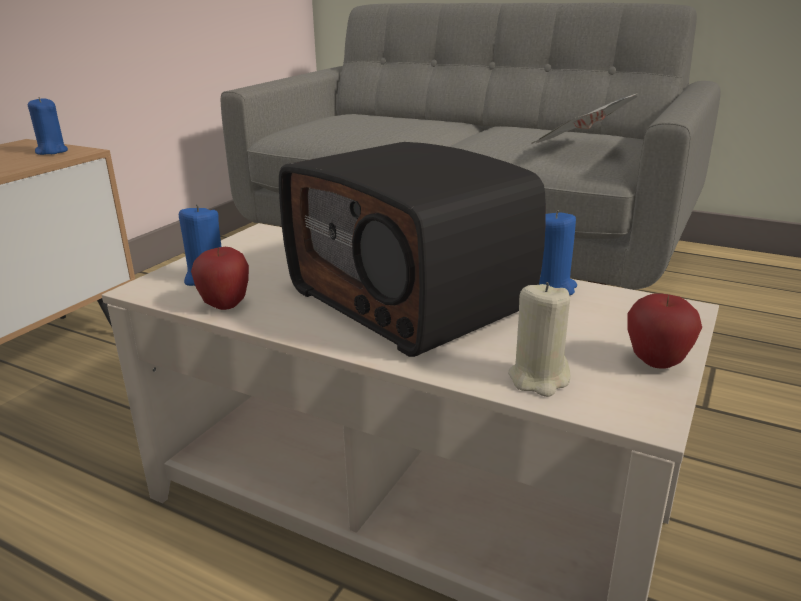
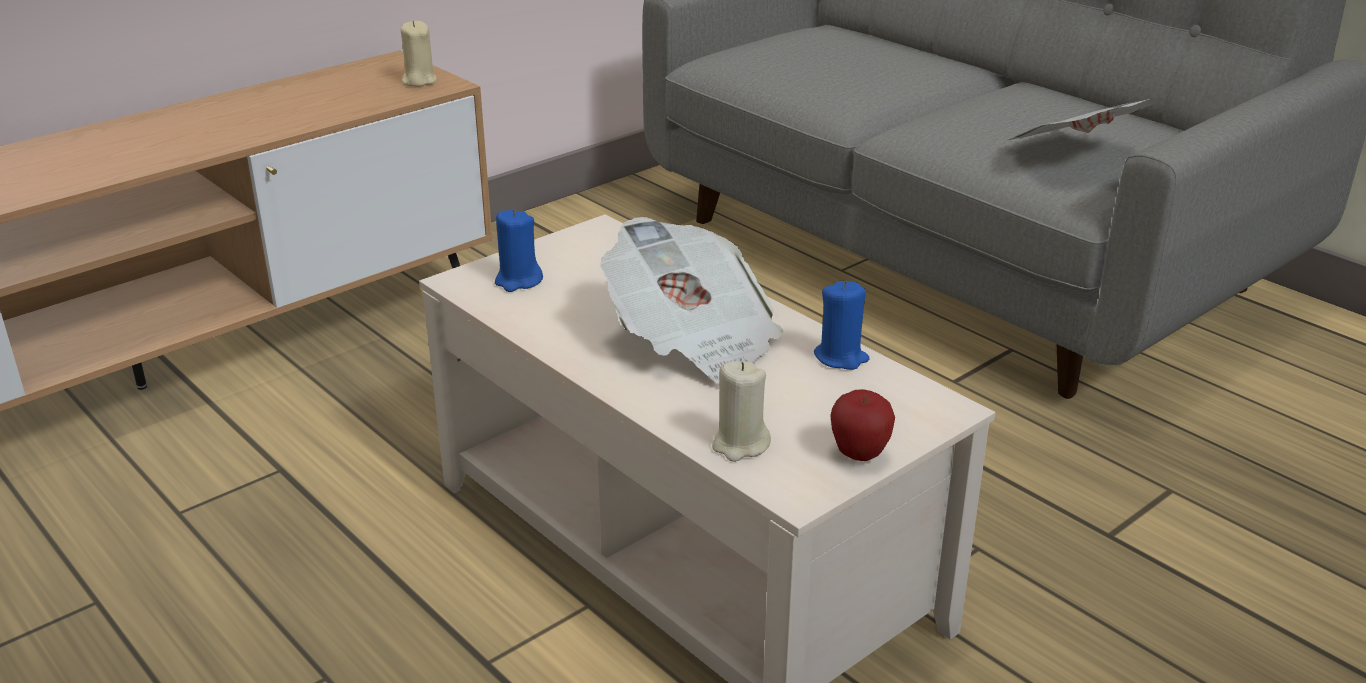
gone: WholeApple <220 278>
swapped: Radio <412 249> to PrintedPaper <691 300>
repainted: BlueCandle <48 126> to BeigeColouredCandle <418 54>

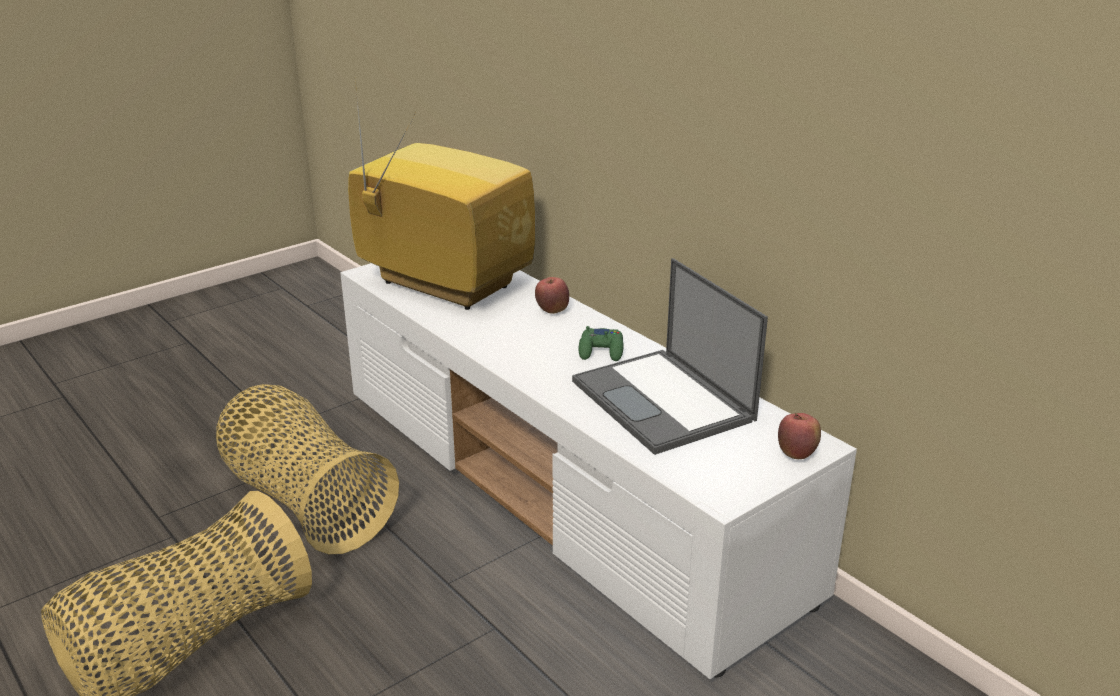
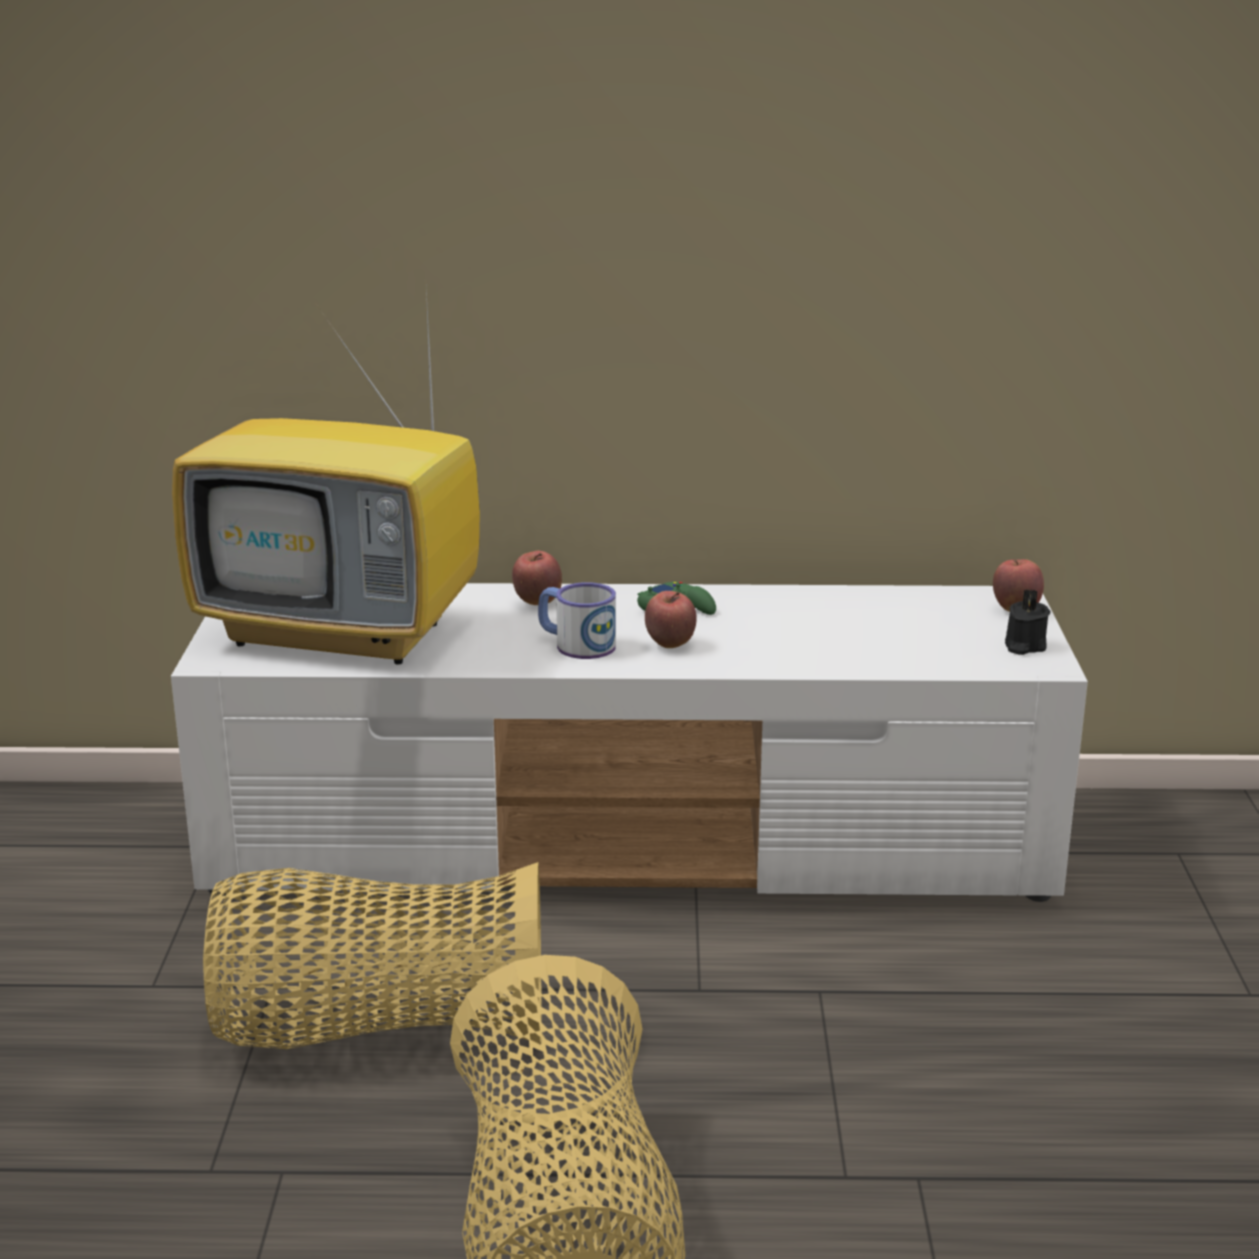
gone: Laptop <670 356>
new: CoffeeMug <577 620>; WholeApple <671 619>; BlackColouredCandle <1028 622>
rotated: Tv <441 195> = <326 477> 150 degrees counterclockwise

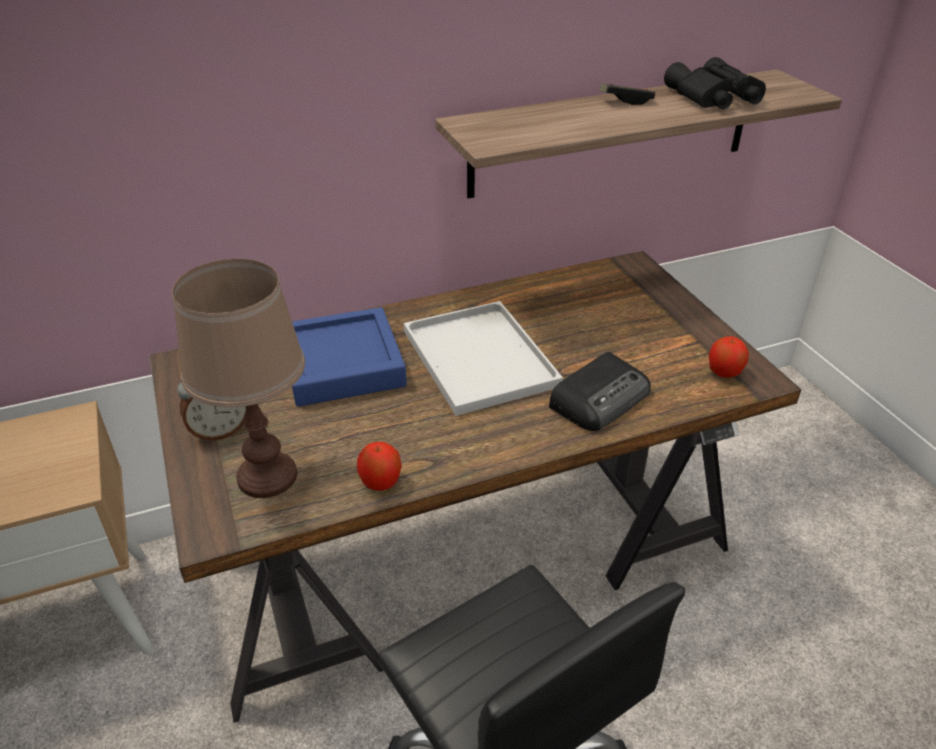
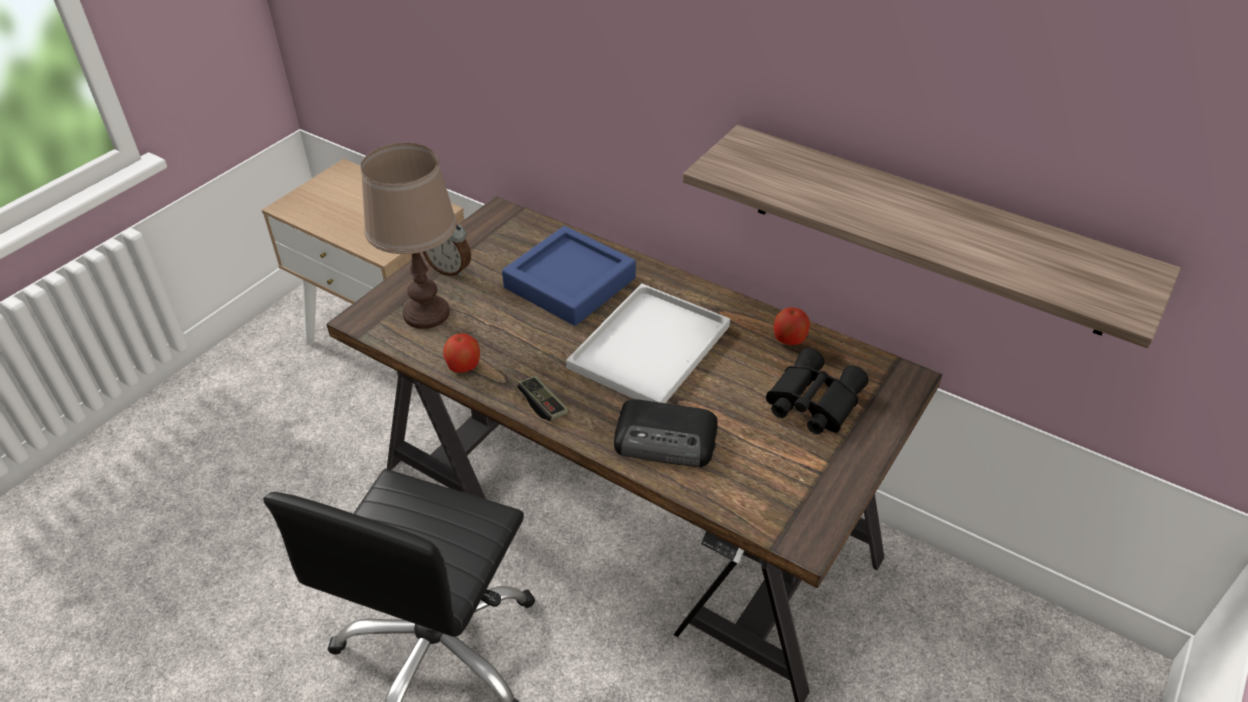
shifted: GameController <627 94> to <542 398>; BlackColouredPairOfBinoculars <715 83> to <817 391>; WholeApple <729 357> to <792 326>

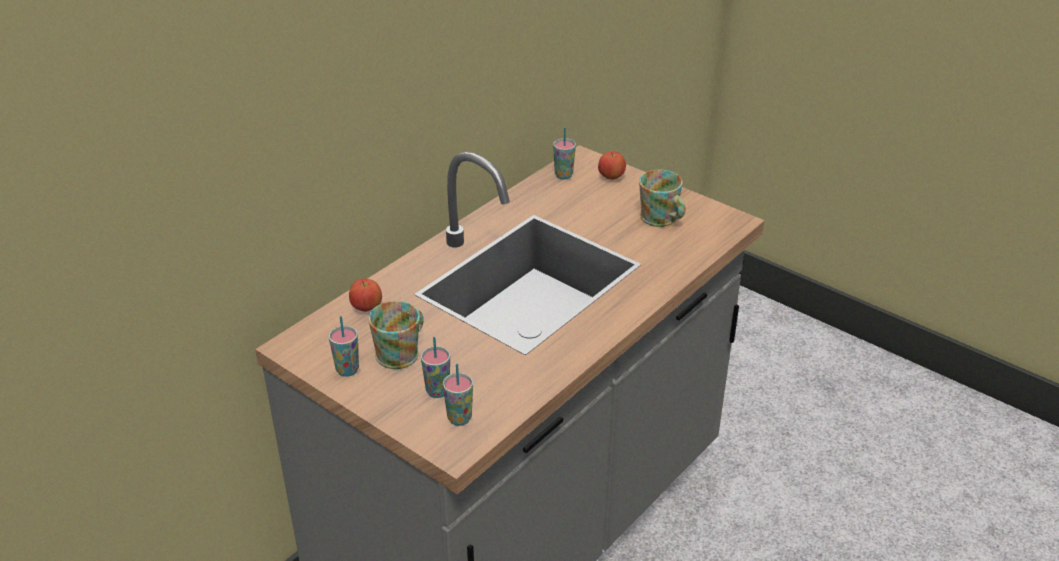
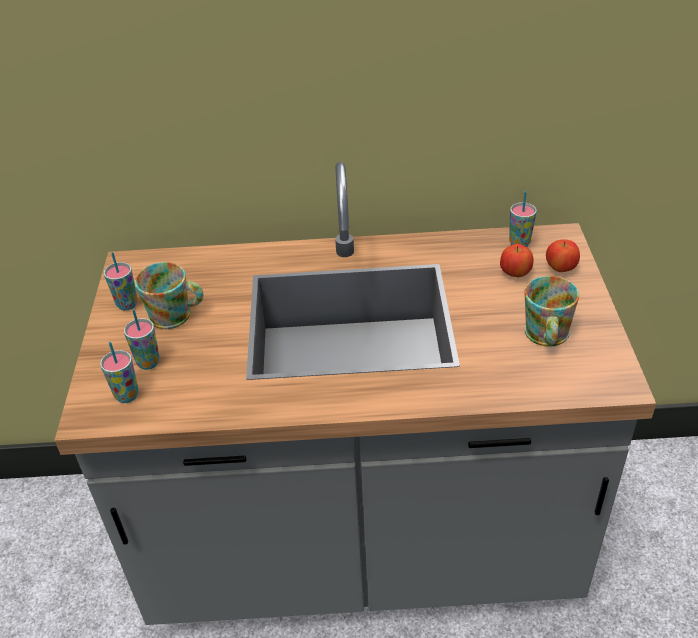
shifted: WholeApple <365 295> to <516 260>

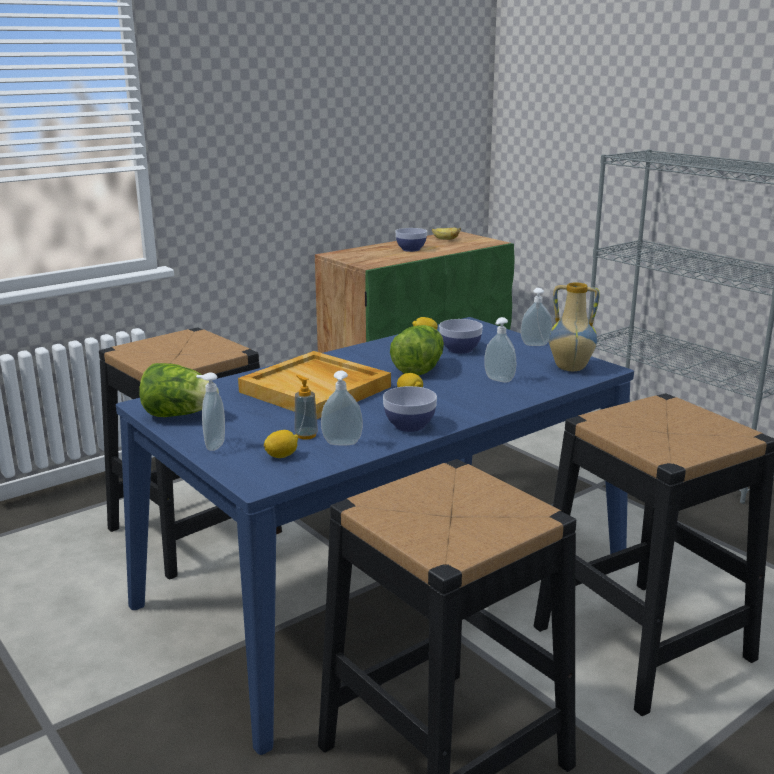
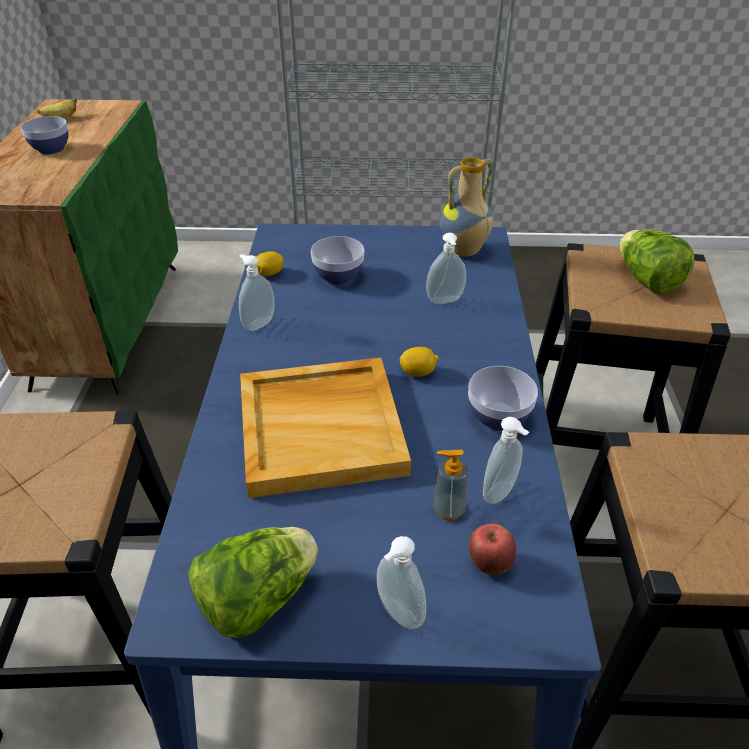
shifted: Lettuce <417 350> to <656 261>; SoapBottle <536 317> to <257 292>
swapped: CitrusFruit <281 444> to WholeApple <492 549>

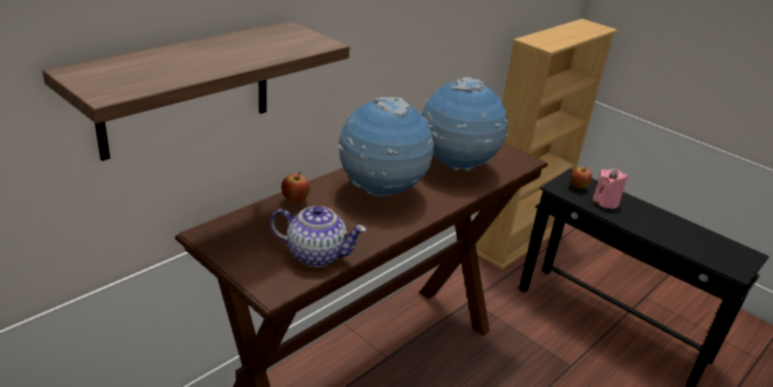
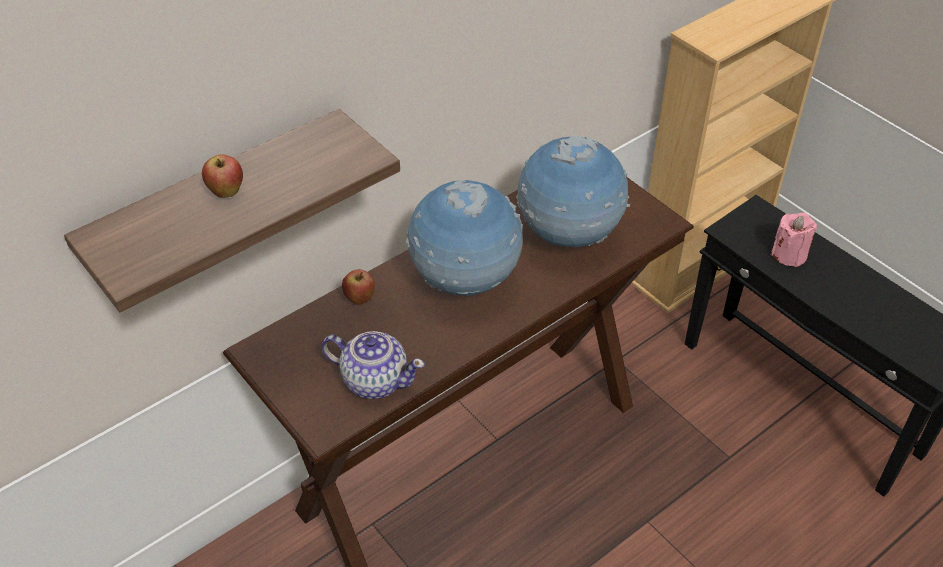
shifted: WholeApple <581 178> to <222 176>

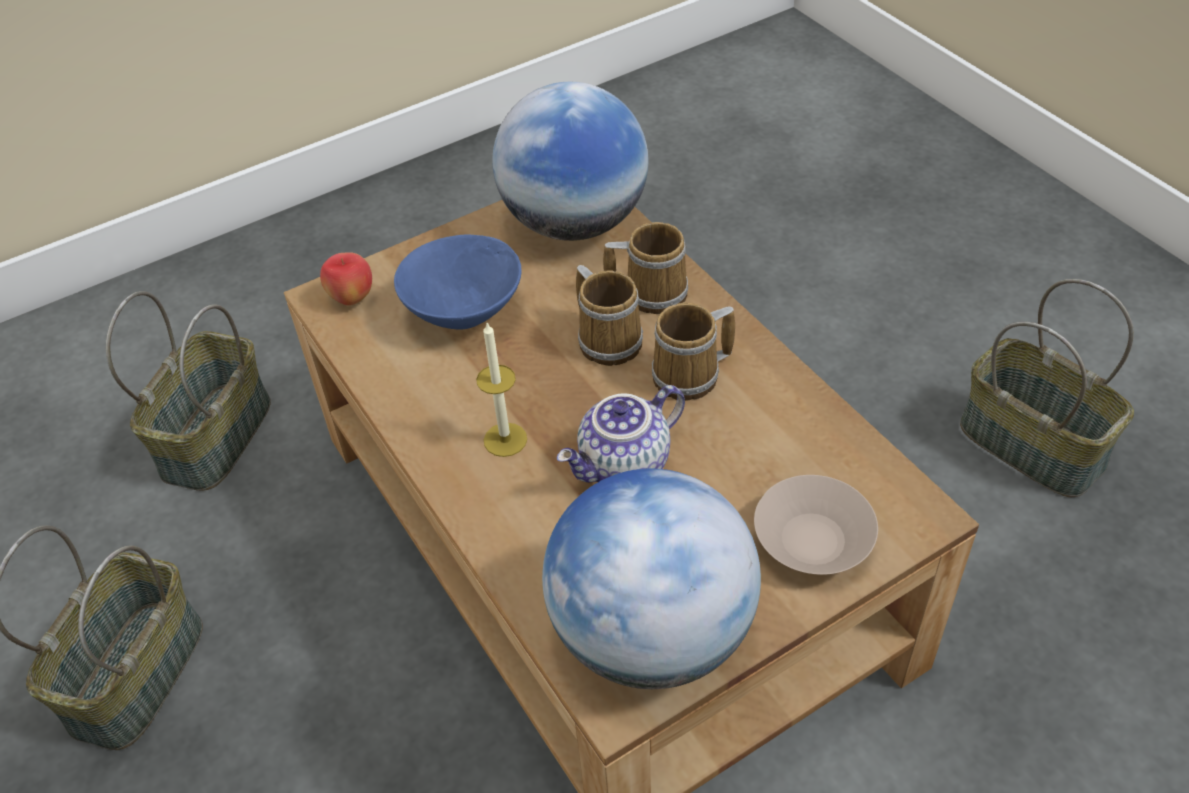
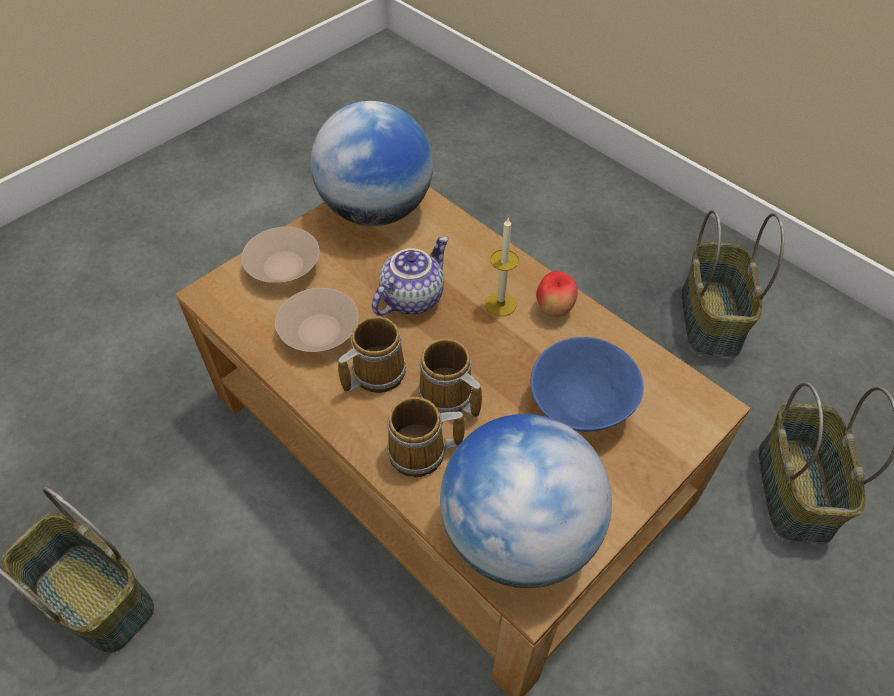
new: BeigeColouredServingBowl <317 320>
shifted: WholeApple <346 279> to <557 294>

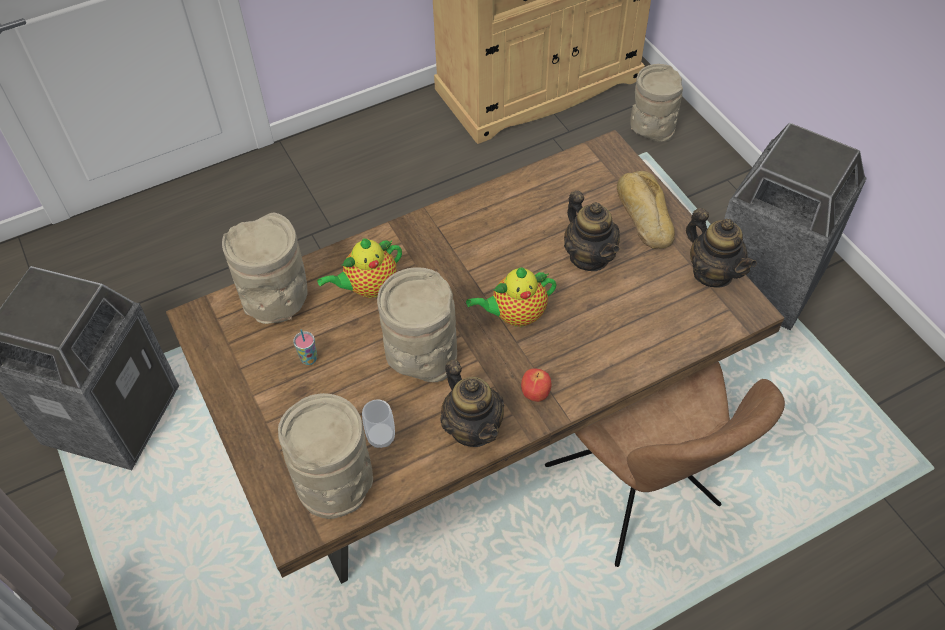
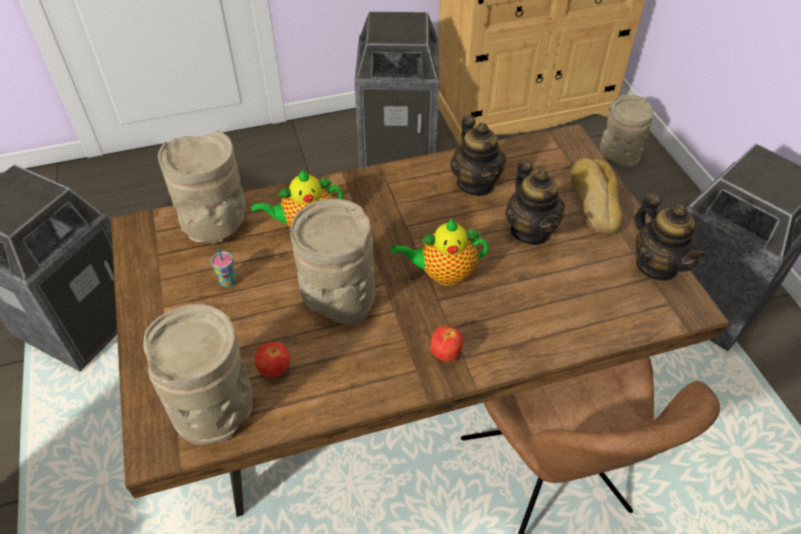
new: TrashCan <397 90>
shifted: PotForTea <472 403> to <478 155>
swapped: DrinkingCup <378 423> to WholeApple <272 360>

